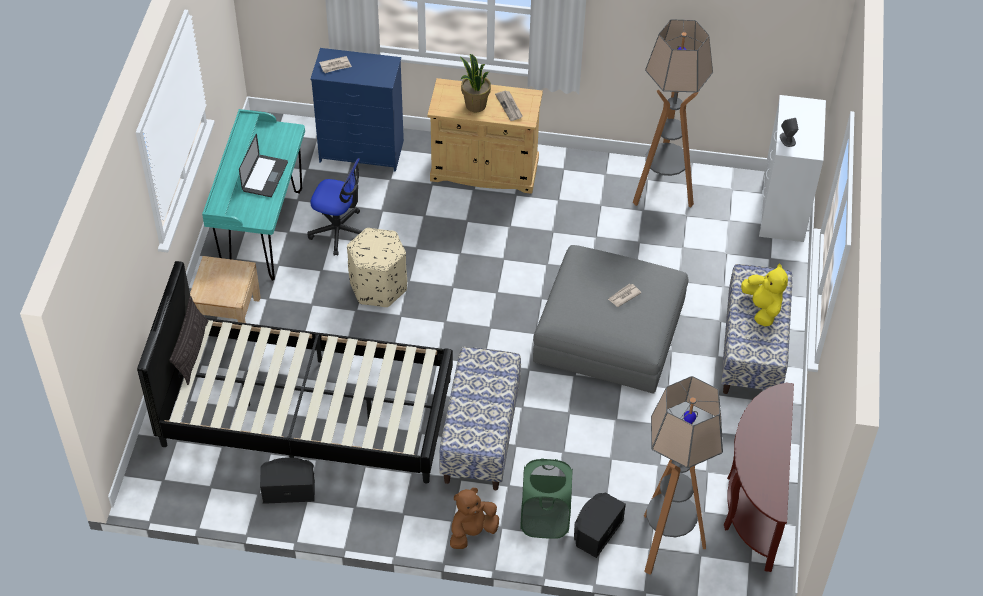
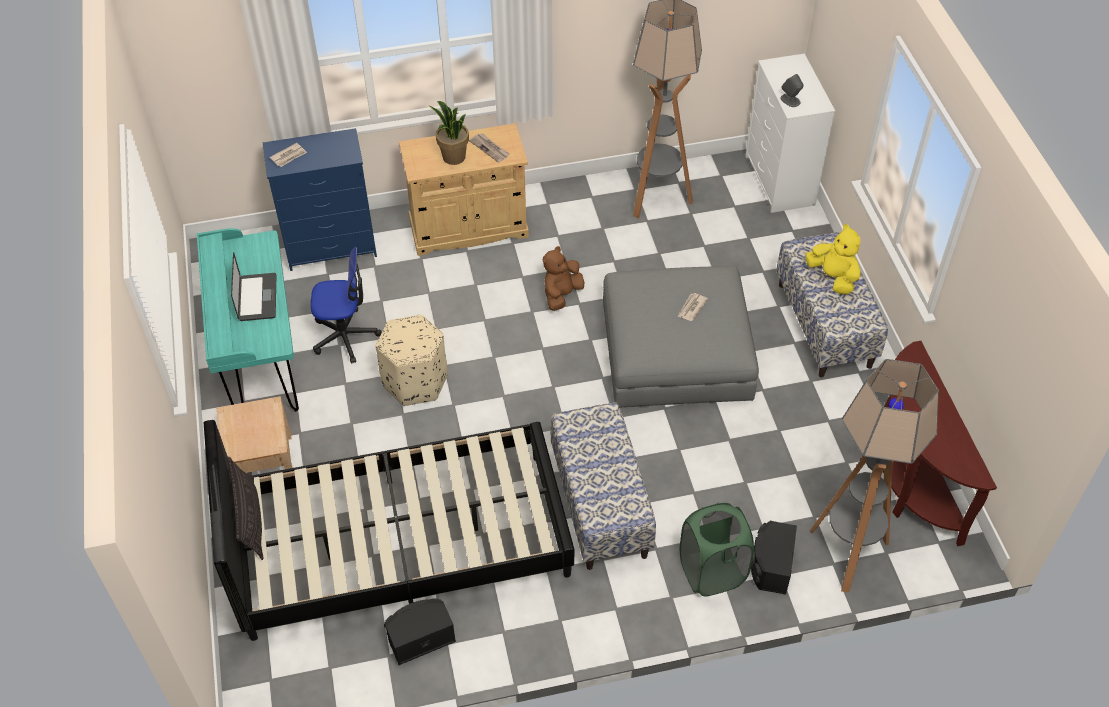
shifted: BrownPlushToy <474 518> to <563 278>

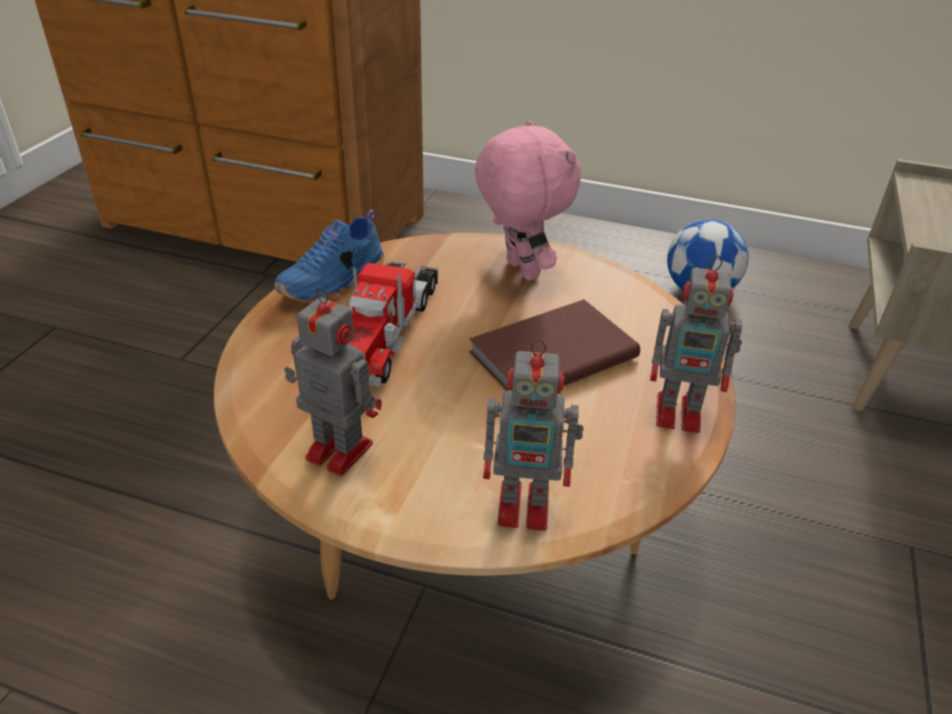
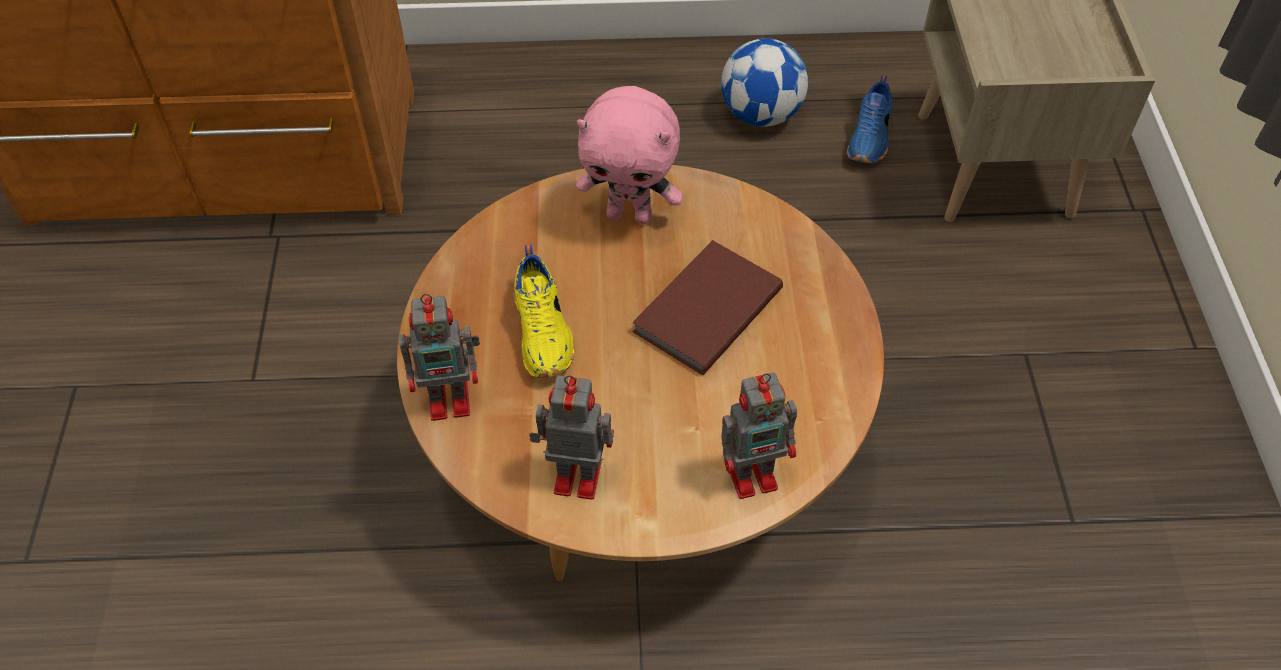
shifted: BlueItemOfFootwear <329 256> to <869 118>; ModelRobot <696 344> to <439 357>
swapped: ToyTruck <392 324> to YellowColouredItemOfFootwear <544 311>
rotated: PinkishPlushToy <528 200> = <629 155> 150 degrees clockwise

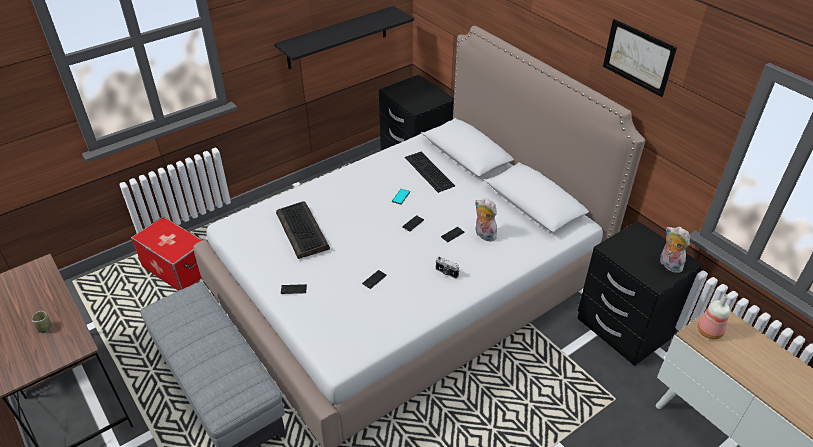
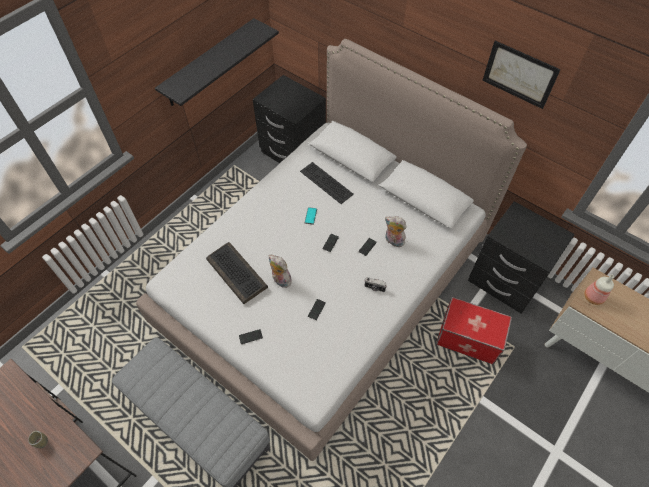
shifted: StorageBin <167 253> to <474 330>; PlushToy <675 250> to <280 271>

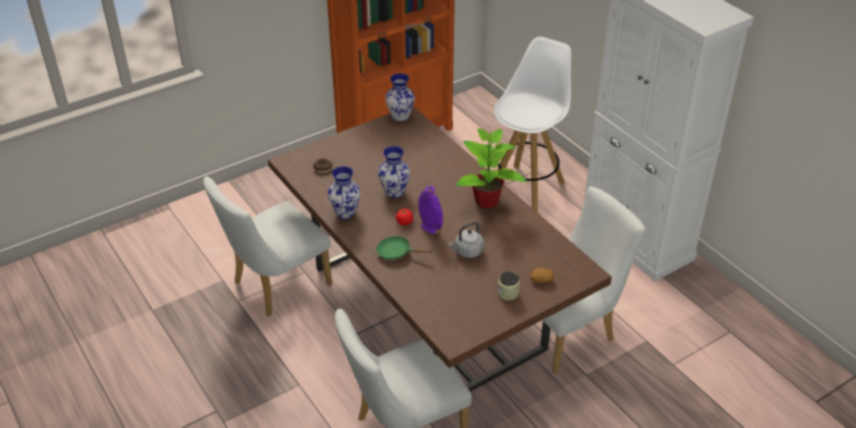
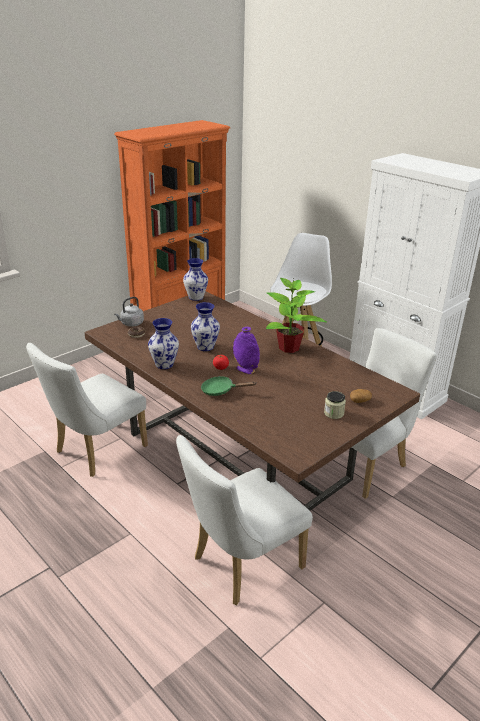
shifted: GrayTeaKettle <466 240> to <129 312>

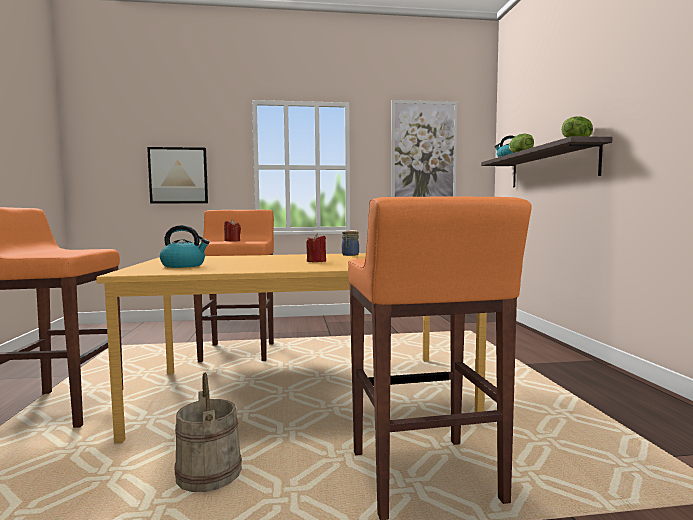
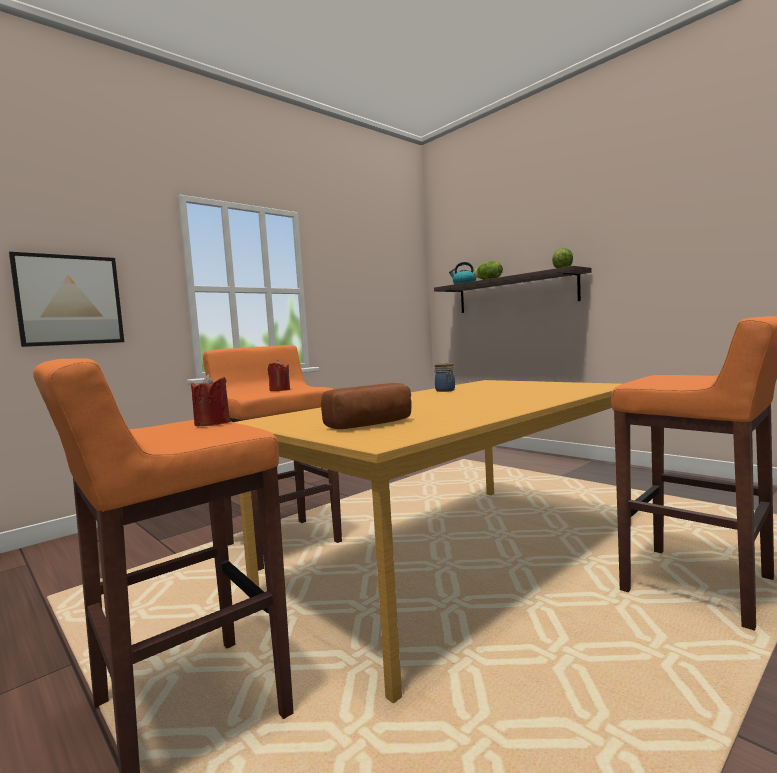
gone: BeigeColouredBucket <208 432>; Picture <424 148>
shifted: RedCandle <316 247> to <210 400>
swapped: TeaKettle <185 246> to BakedBread <366 406>

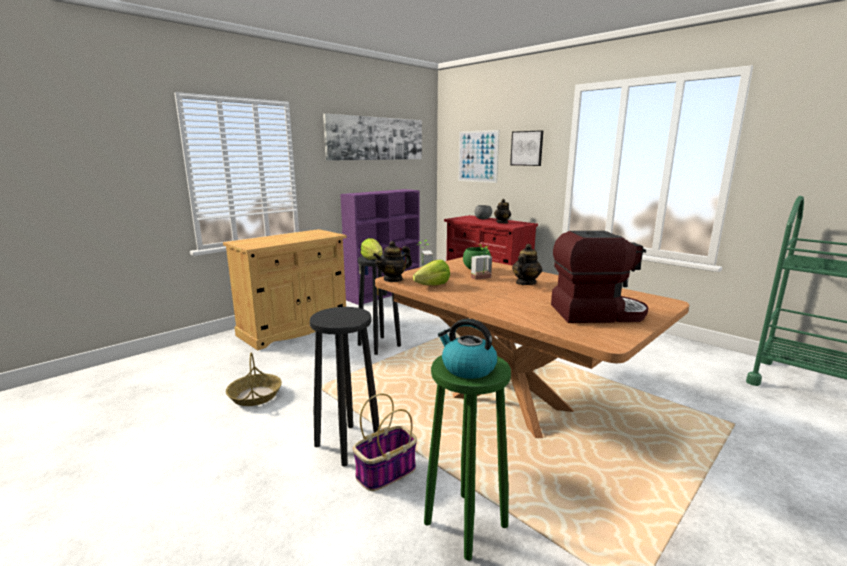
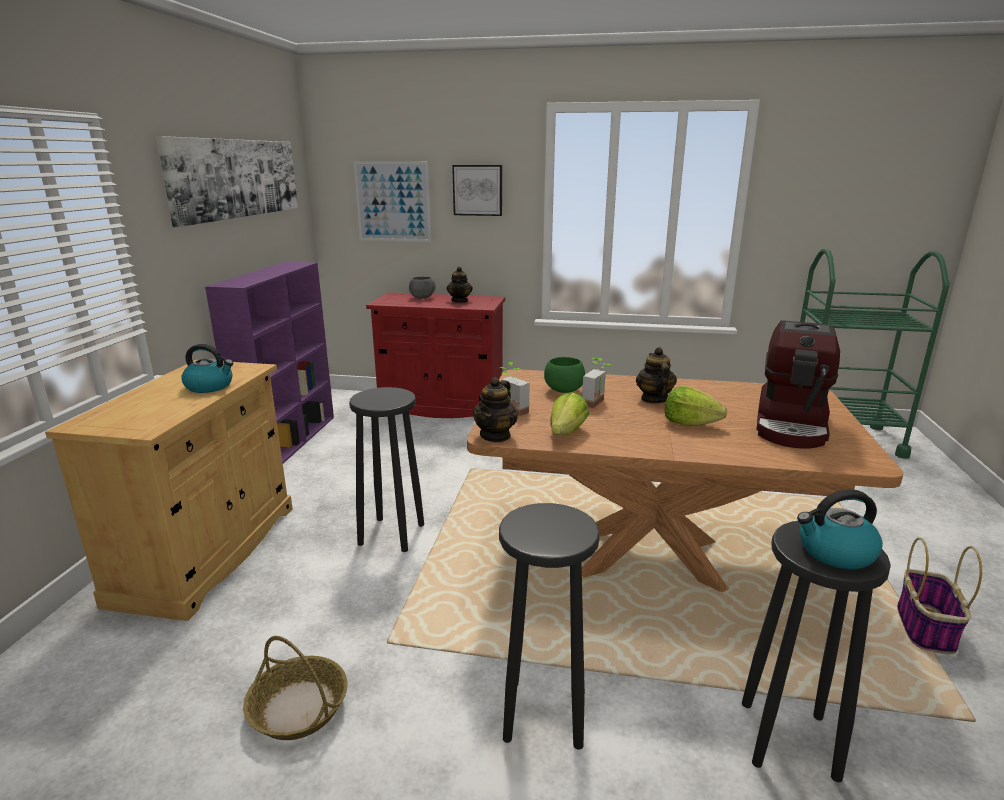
new: TeaKettle <207 368>
shifted: HouseholdBasket <385 442> to <939 595>; Lettuce <371 248> to <696 406>
repainted: GreenColouredStoolSeat <467 458> to BlackColouredStoolSeat <816 651>
rotated: CoffeeMaker <599 277> = <798 384> 150 degrees clockwise

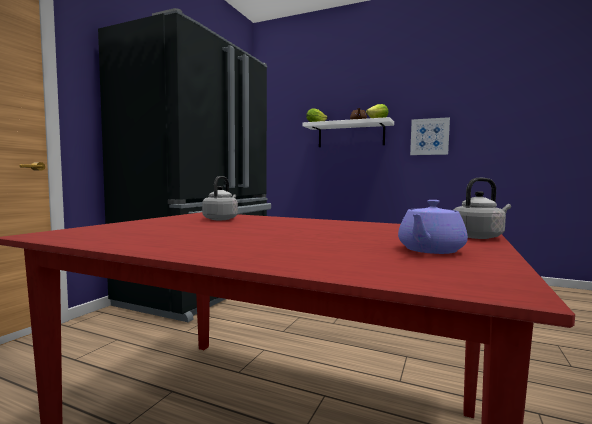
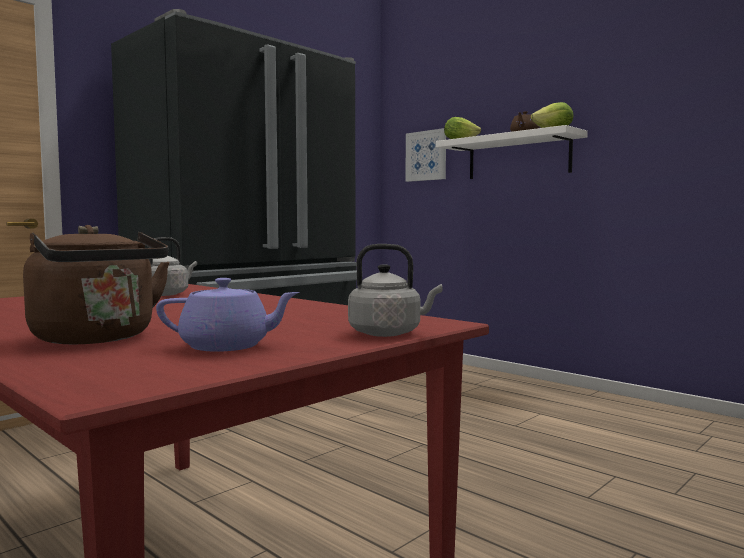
new: BrownTeaKettle <96 284>
shifted: Picture <430 136> to <426 155>
rotated: PurplishPotForTea <433 227> = <227 315> 150 degrees counterclockwise

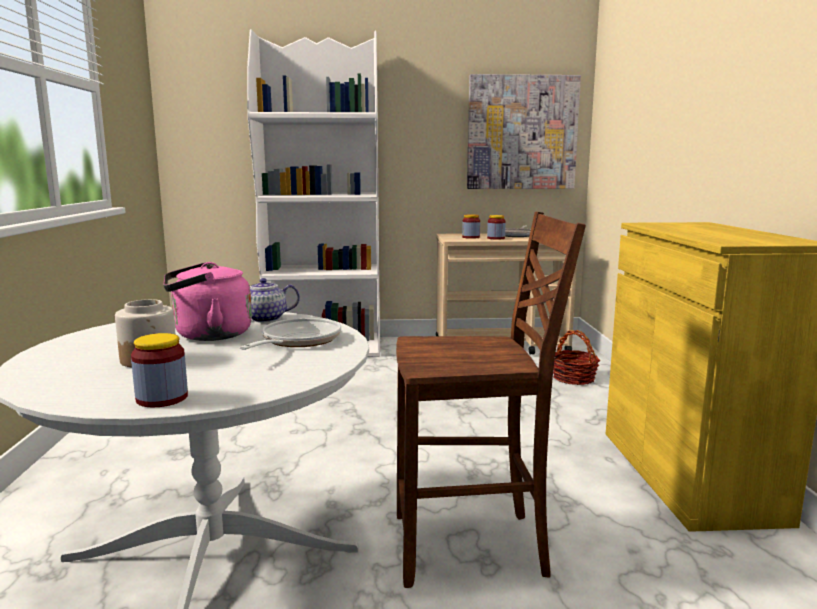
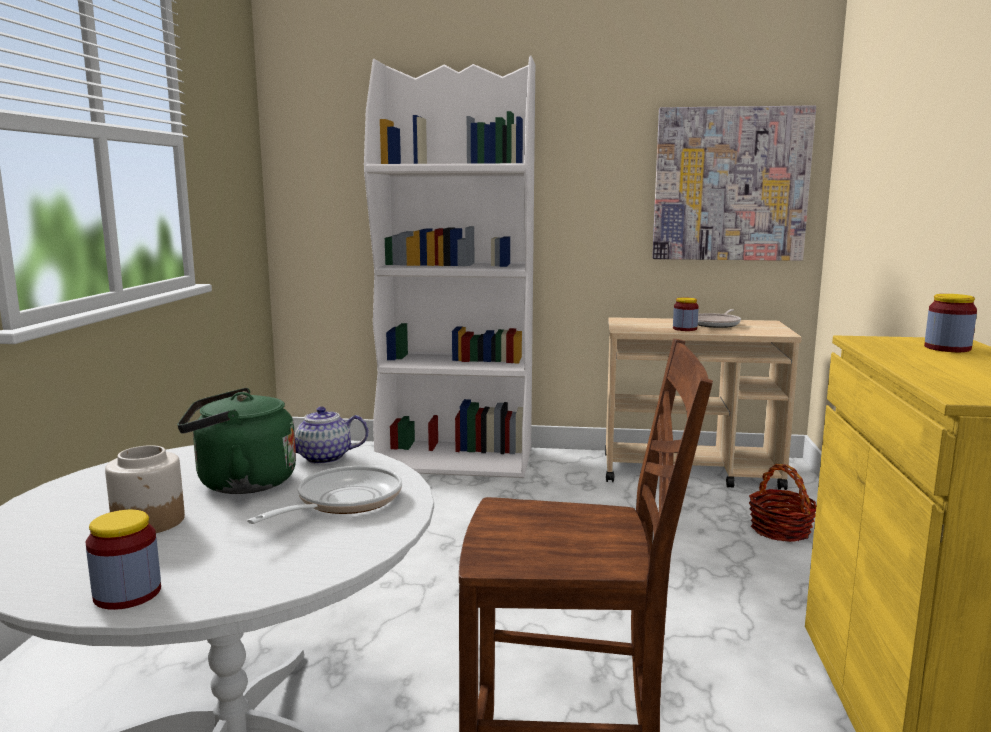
shifted: Jar <471 226> to <950 323>
repainted: PinkishTeaKettle <208 301> to GreenColouredTeaKettle <236 441>

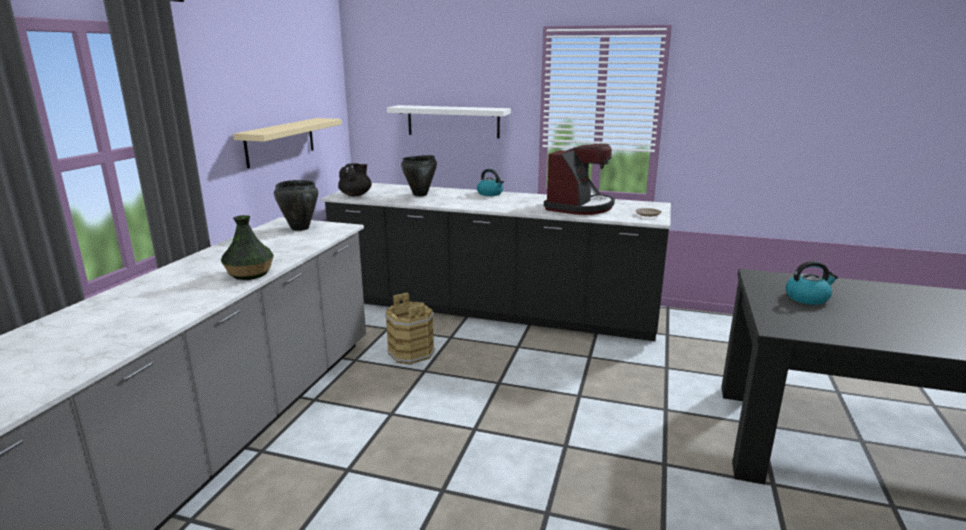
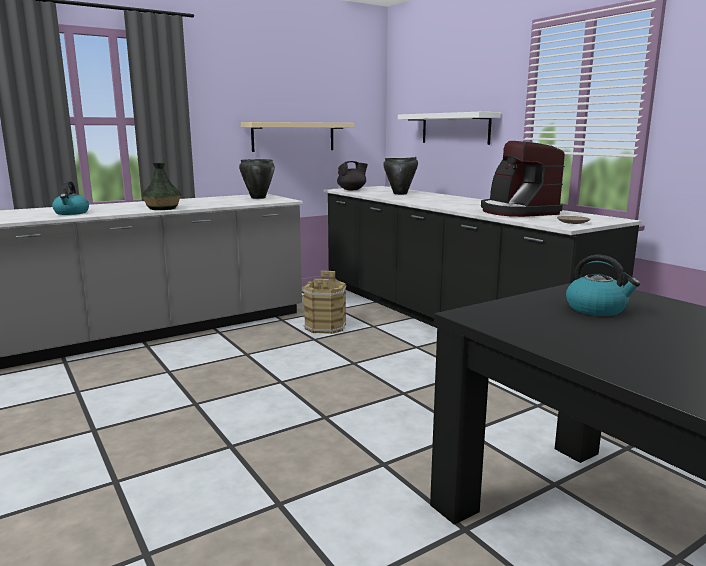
shifted: TeaKettle <490 182> to <70 198>
rotated: CoffeeMaker <579 179> = <523 179> 90 degrees clockwise

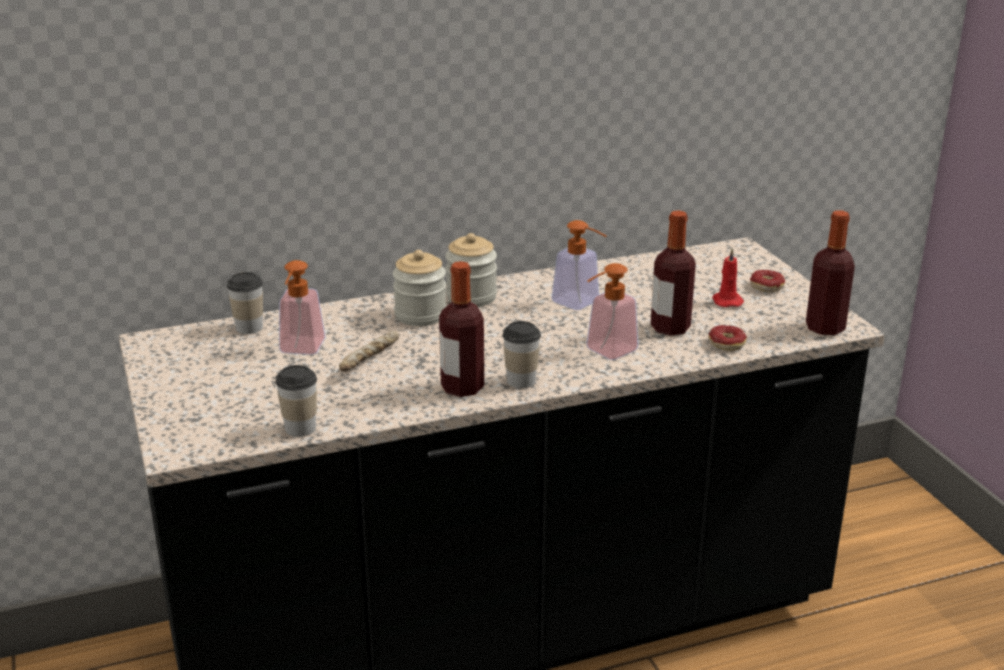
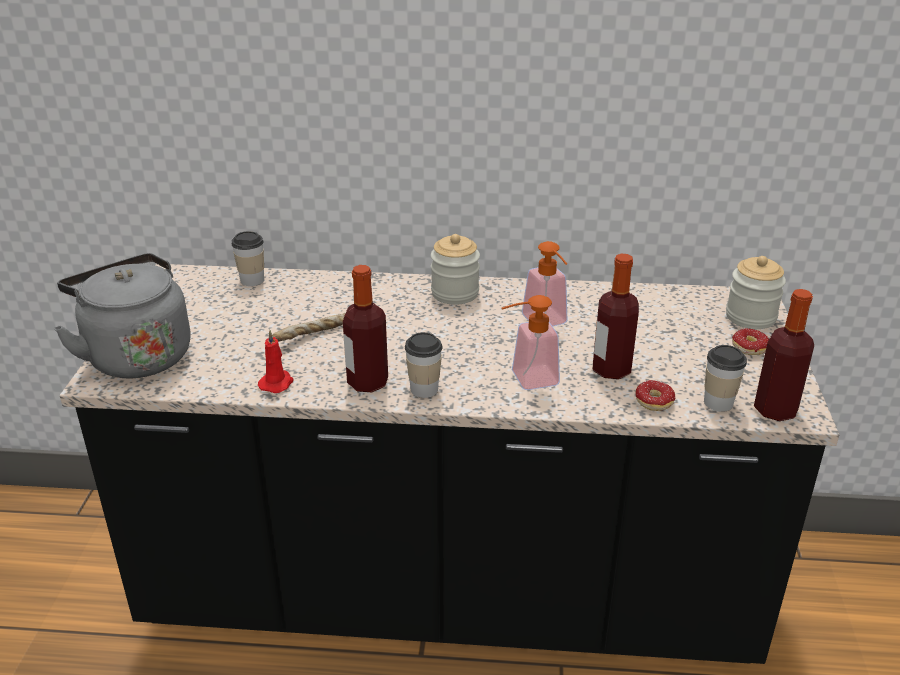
gone: SoapBottle <302 307>
new: GrayTeaKettle <122 315>
shifted: DrinkingCup <296 401> to <725 378>; Jar <420 288> to <756 292>; RedCandle <728 277> to <275 361>

